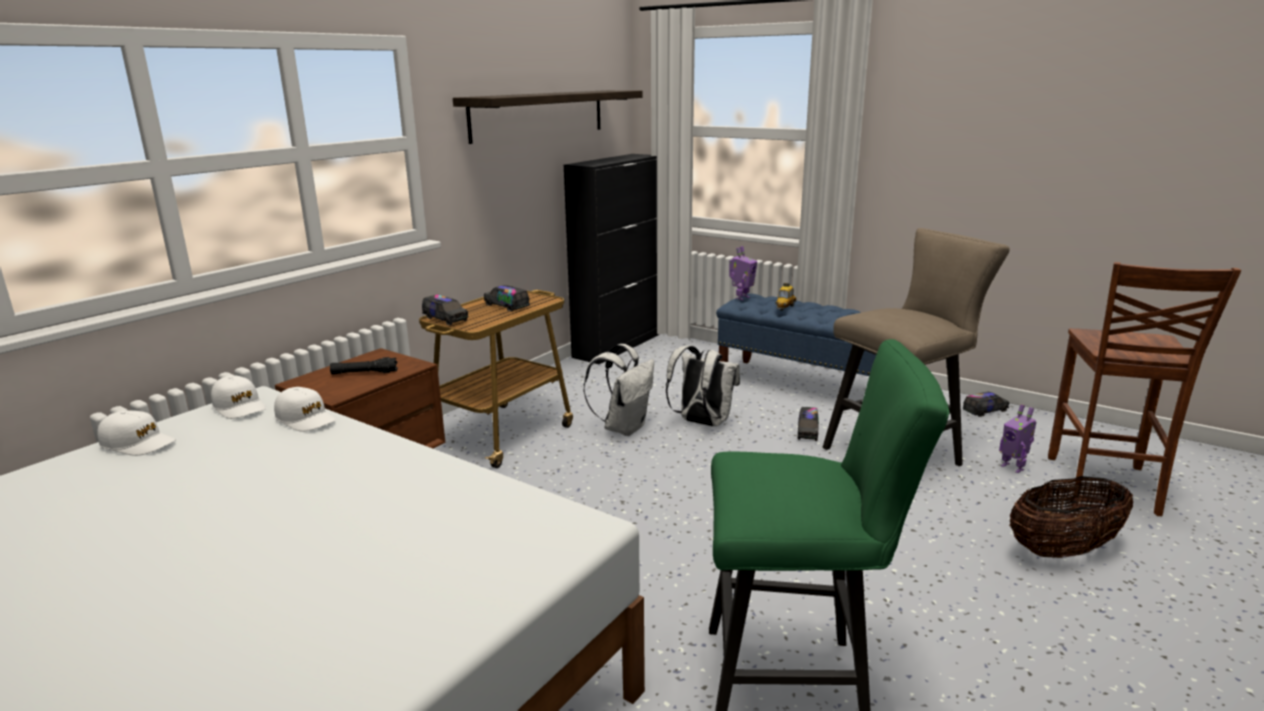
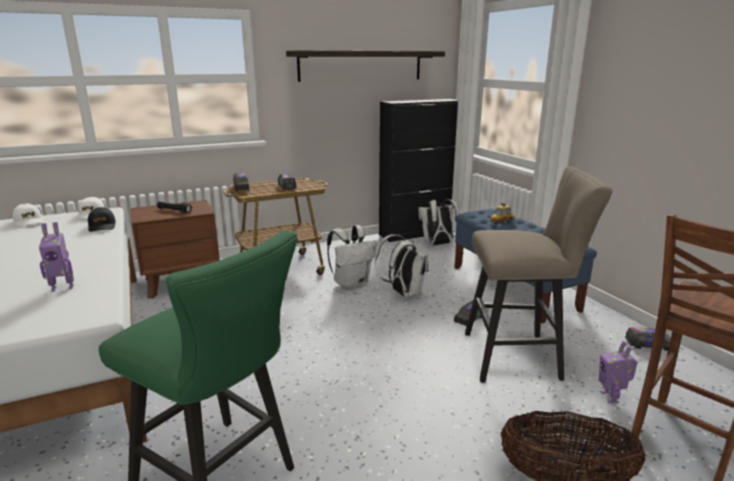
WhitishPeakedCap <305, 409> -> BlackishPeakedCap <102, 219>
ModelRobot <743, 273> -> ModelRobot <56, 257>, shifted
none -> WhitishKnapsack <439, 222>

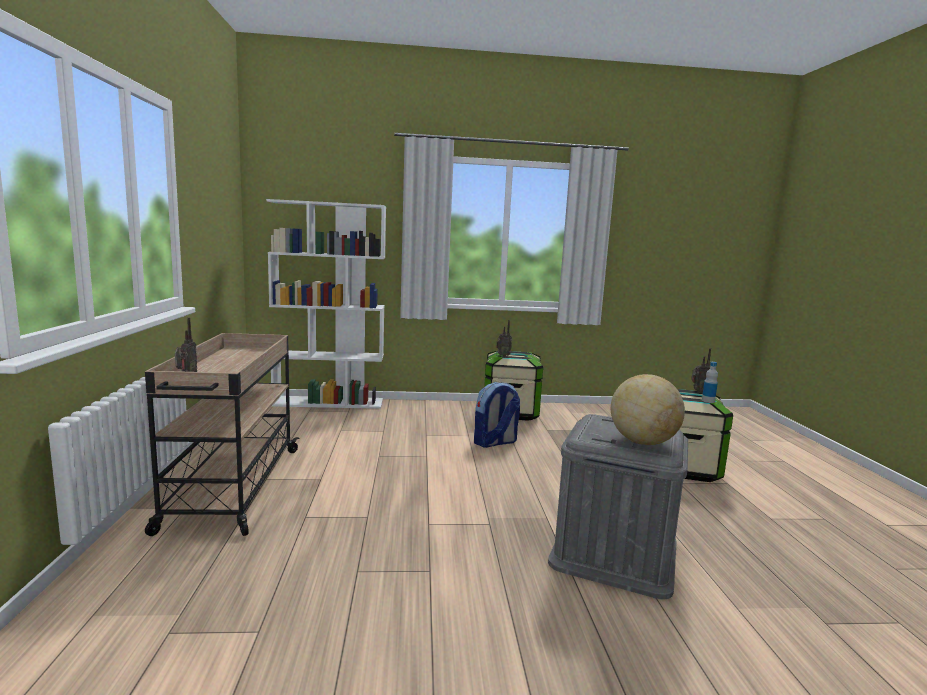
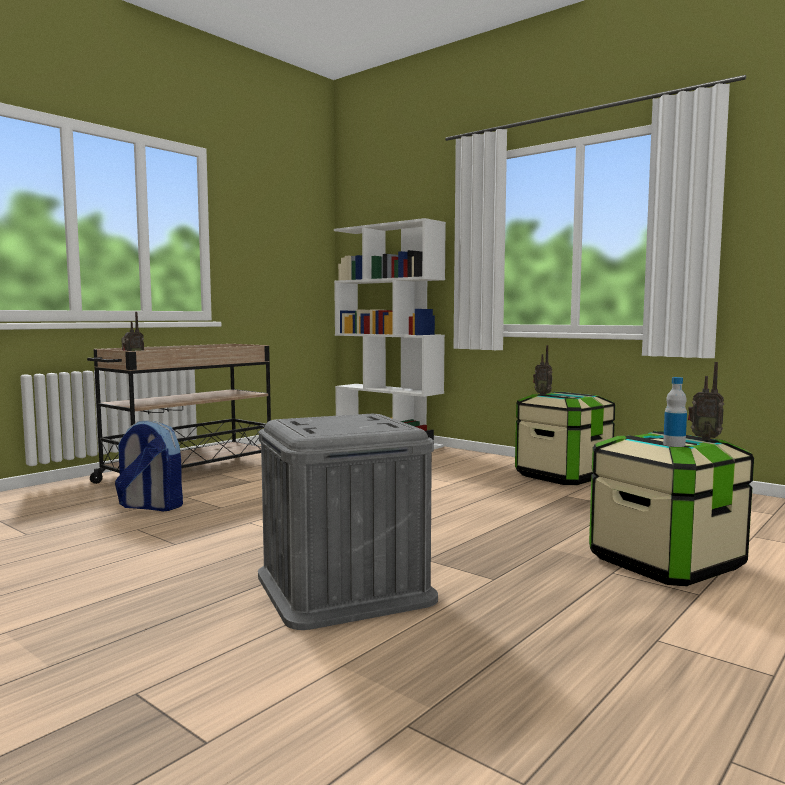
Knapsack <497, 415> -> Knapsack <149, 466>, shifted
WorldGlobe <648, 409> -> none

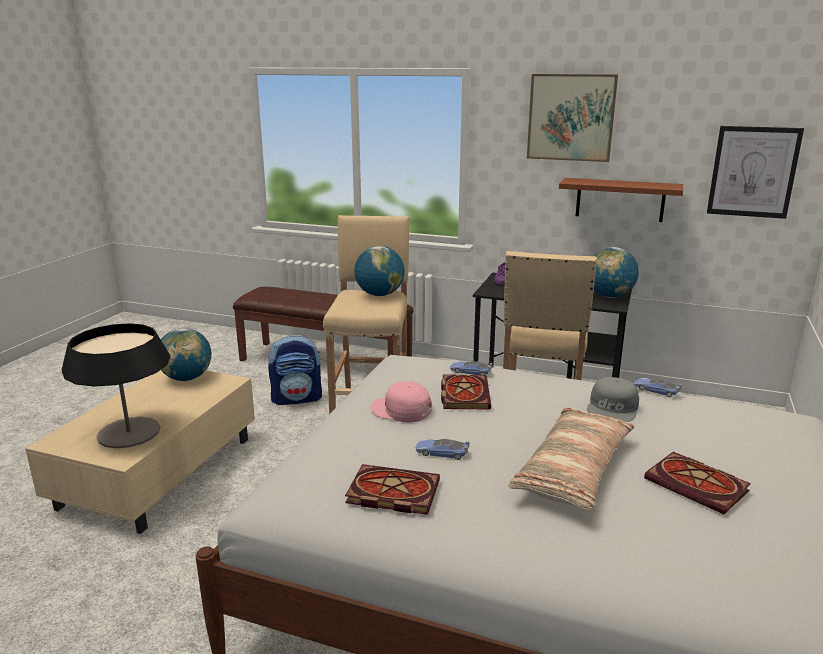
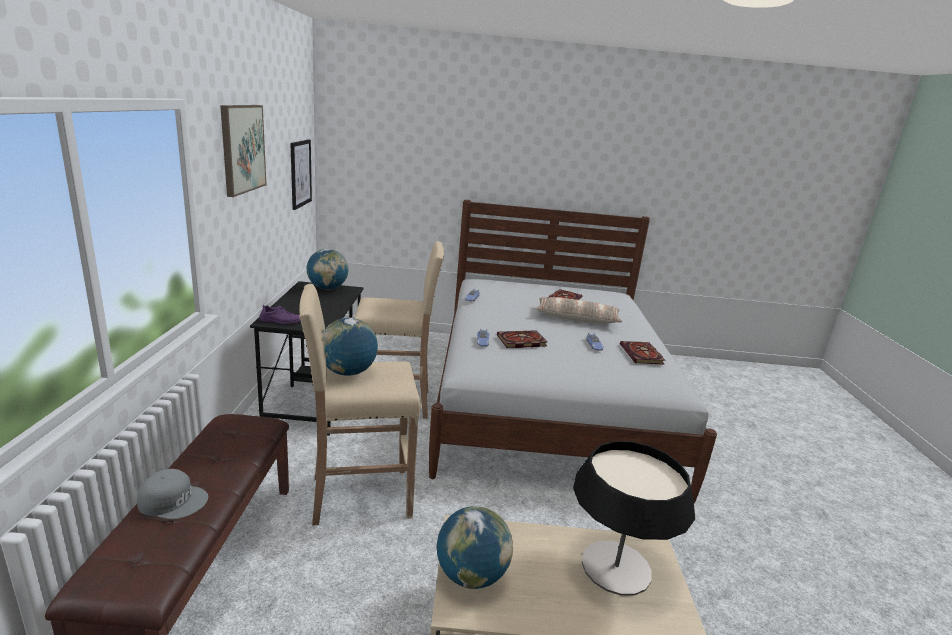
Knapsack <295, 370> -> none
PinkPeakedCap <401, 401> -> none
BrownBracketShelf <621, 200> -> none
GreyPeakedCap <613, 399> -> GreyPeakedCap <172, 494>, shifted

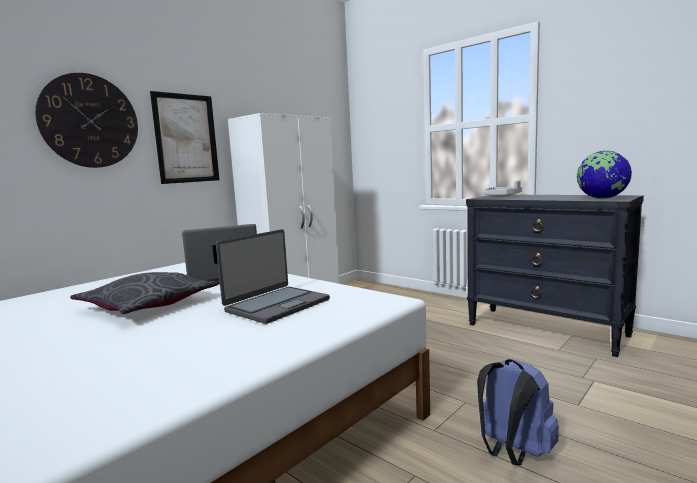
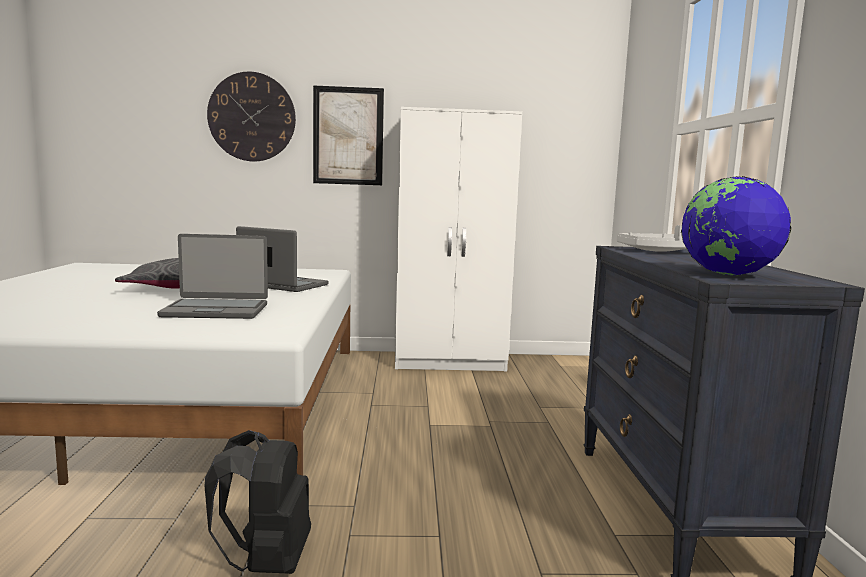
BlueColouredKnapsack <518, 412> -> BlackishKnapsack <258, 502>

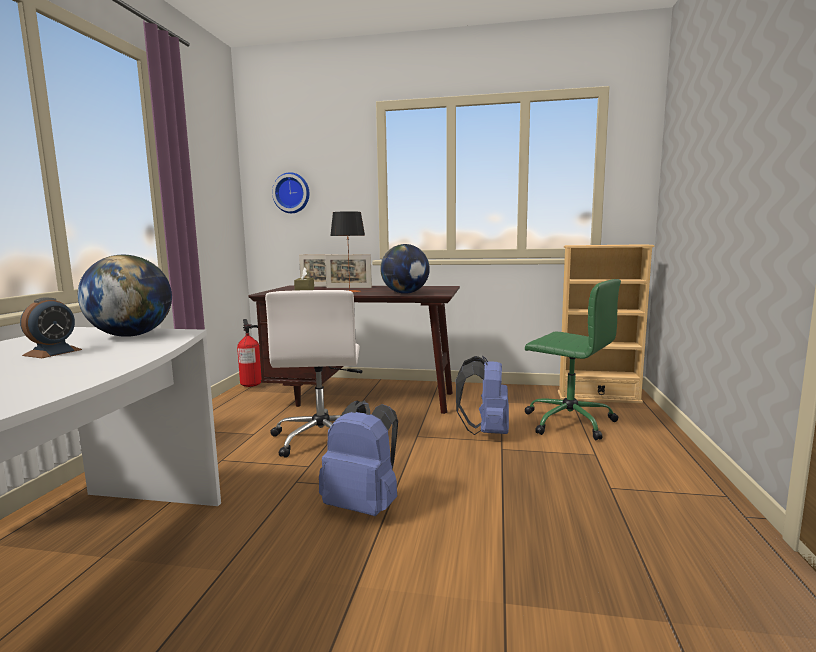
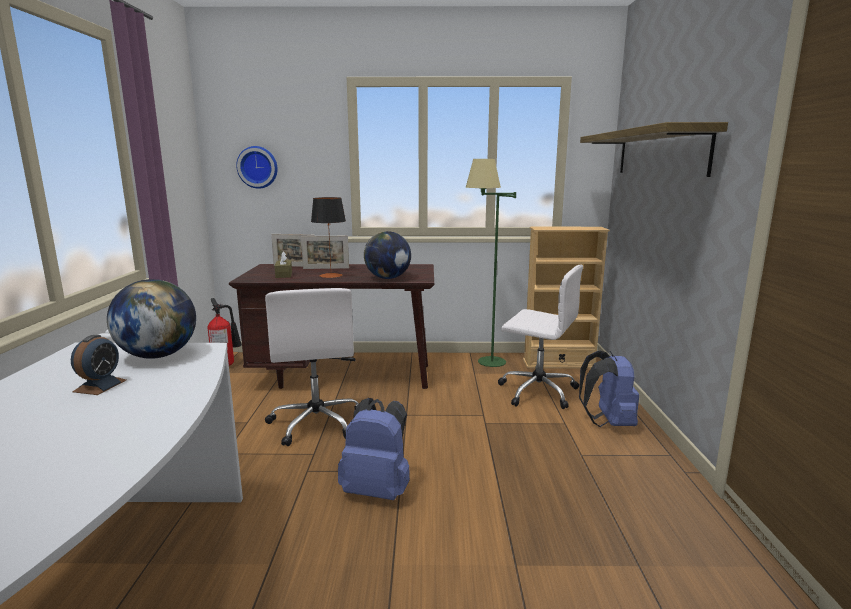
BlueColouredKnapsack <482, 395> -> BlueColouredKnapsack <609, 389>, shifted
GreenOfficeChair <573, 359> -> WhitishOfficeChair <540, 337>
none -> GreenStandingLamp <491, 263>
none -> BracketShelf <654, 149>

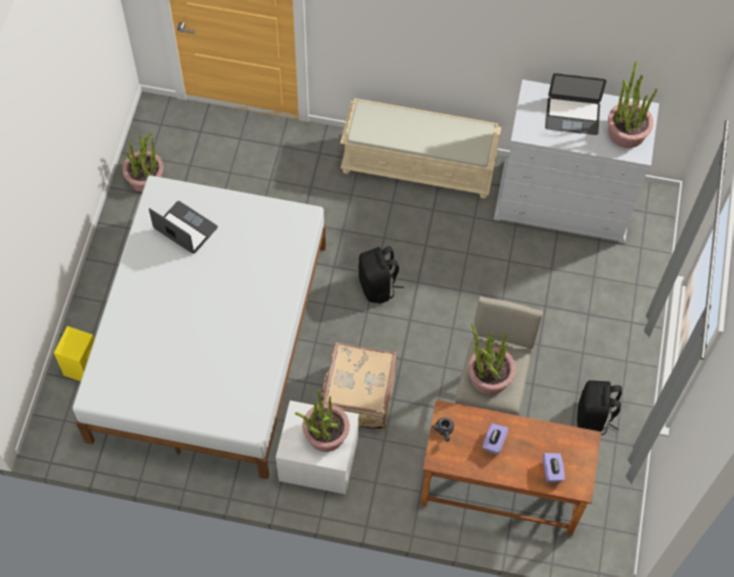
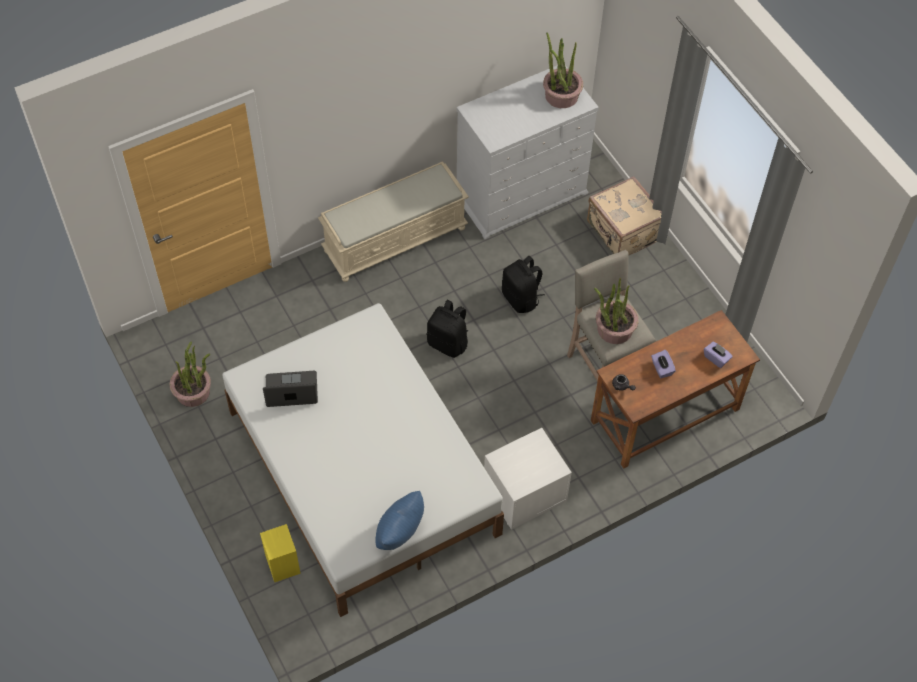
PlantInAPot <322, 421> -> none
SandColouredTravelCase <358, 386> -> SandColouredTravelCase <624, 216>, shifted
Laptop <576, 104> -> none
BlackishKnapsack <599, 407> -> BlackishKnapsack <523, 284>, shifted
none -> BlueColouredCushion <399, 520>

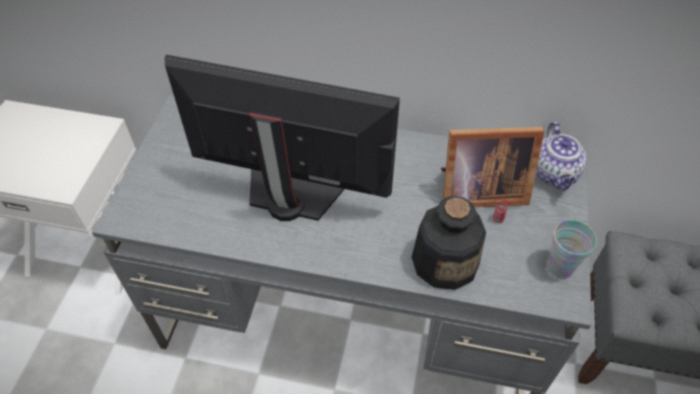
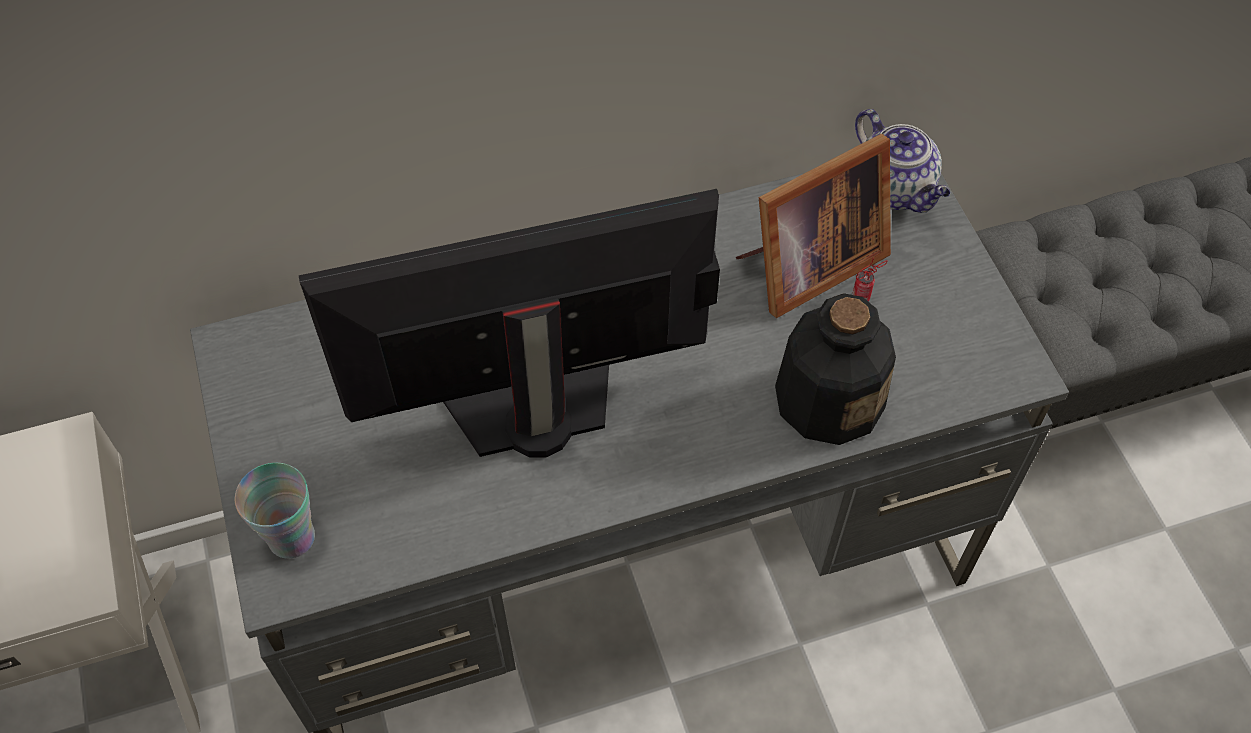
Cup <571, 249> -> Cup <275, 511>, shifted

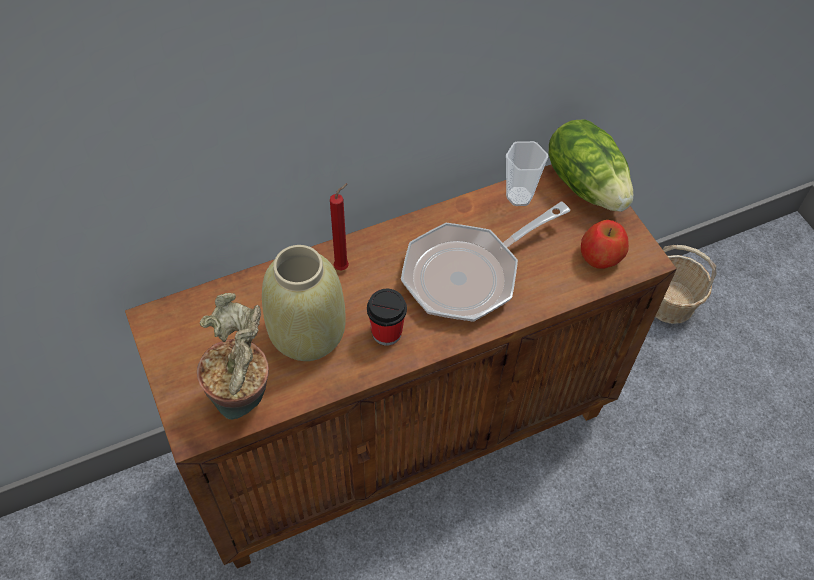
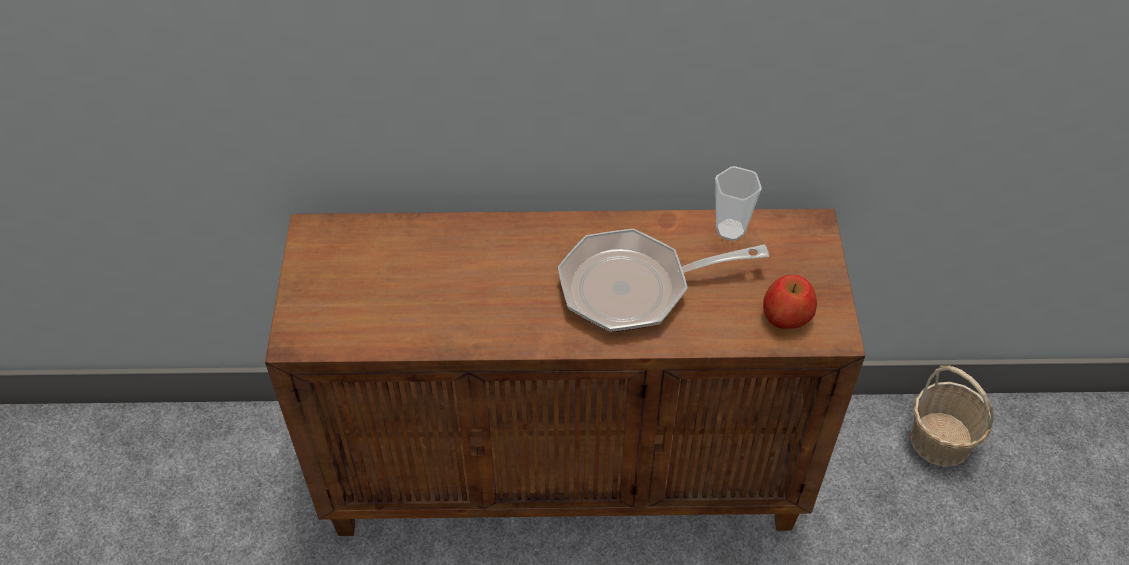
PlantInAPot <233, 356> -> none
SandColouredFlowerVase <303, 303> -> none
RedCandle <339, 226> -> none
Cup <387, 317> -> none
HeadOfLettuce <591, 166> -> none

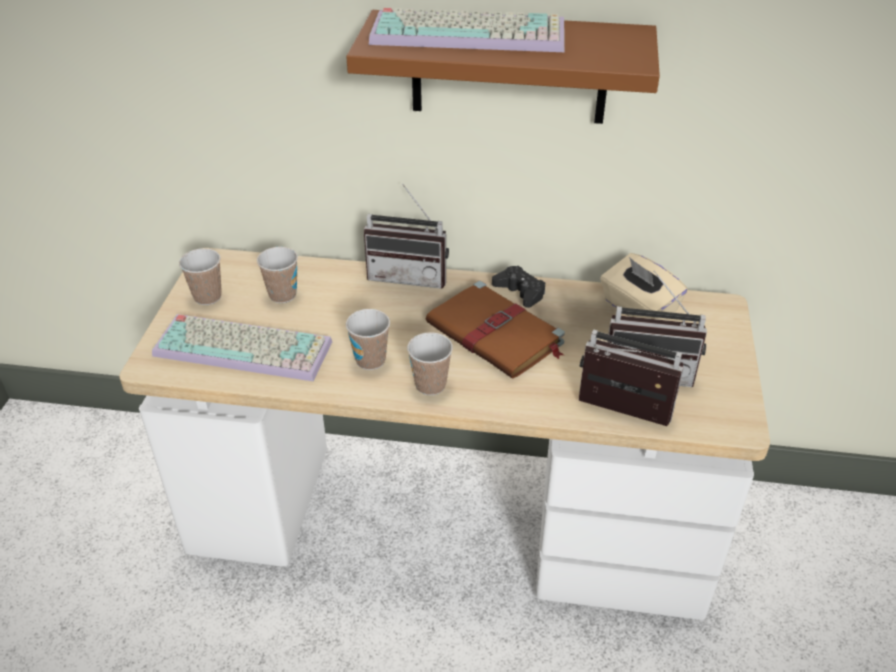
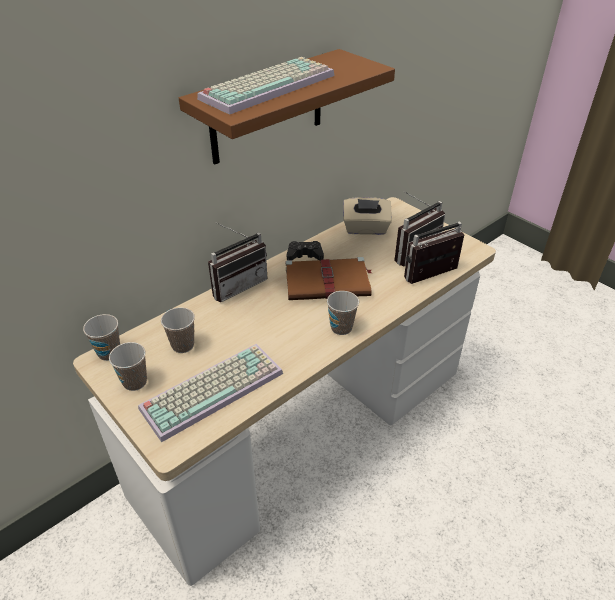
Cup <368, 339> -> Cup <101, 337>, shifted

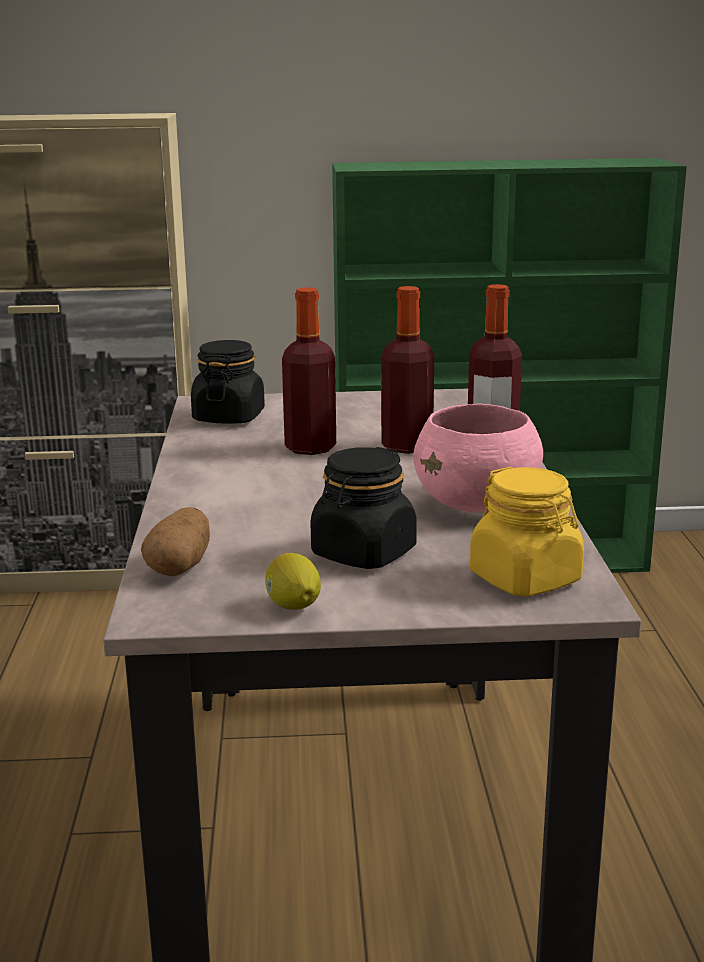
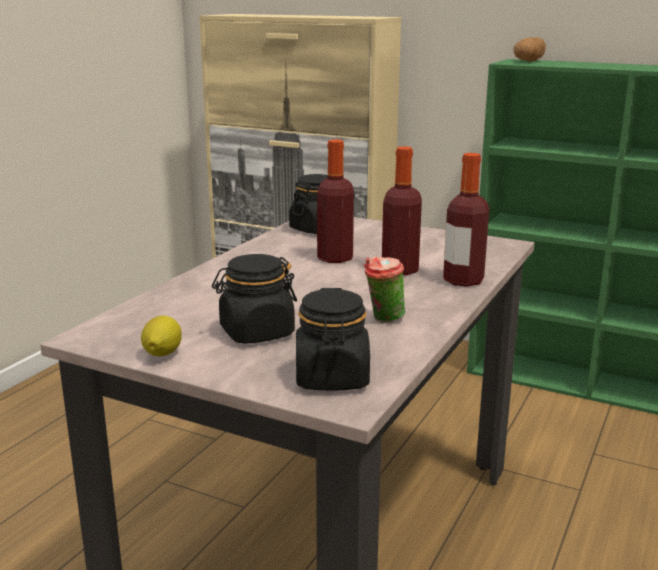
WholePotato <175, 541> -> WholePotato <529, 49>, shifted
PinkDeepDish <478, 458> -> Cup <384, 289>
YellowStorageJar <527, 532> -> BlackishStorageJar <333, 339>

